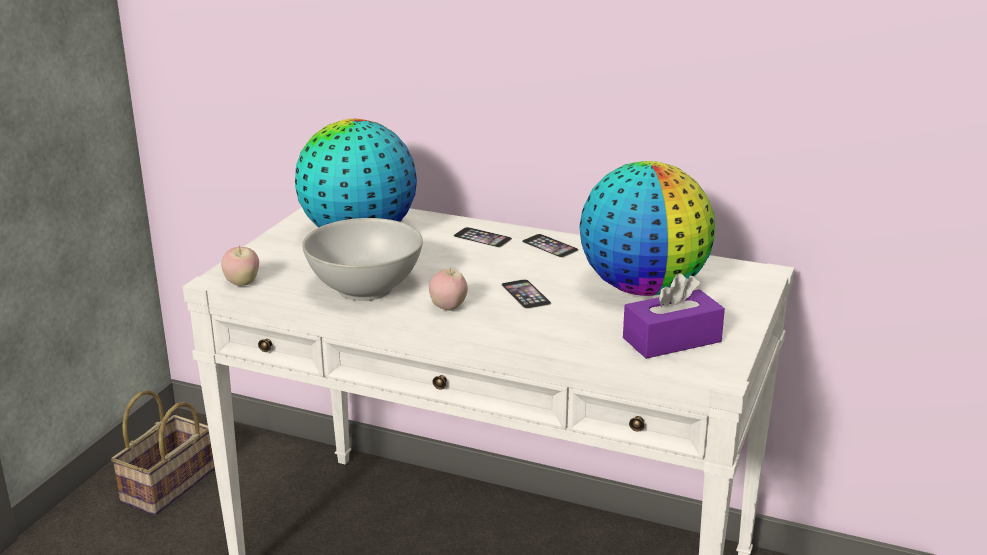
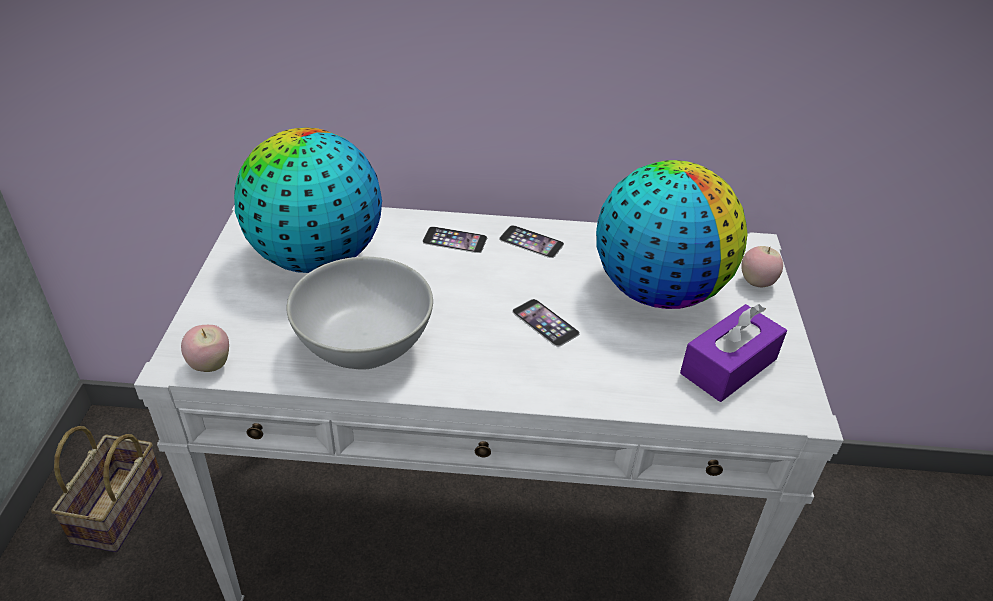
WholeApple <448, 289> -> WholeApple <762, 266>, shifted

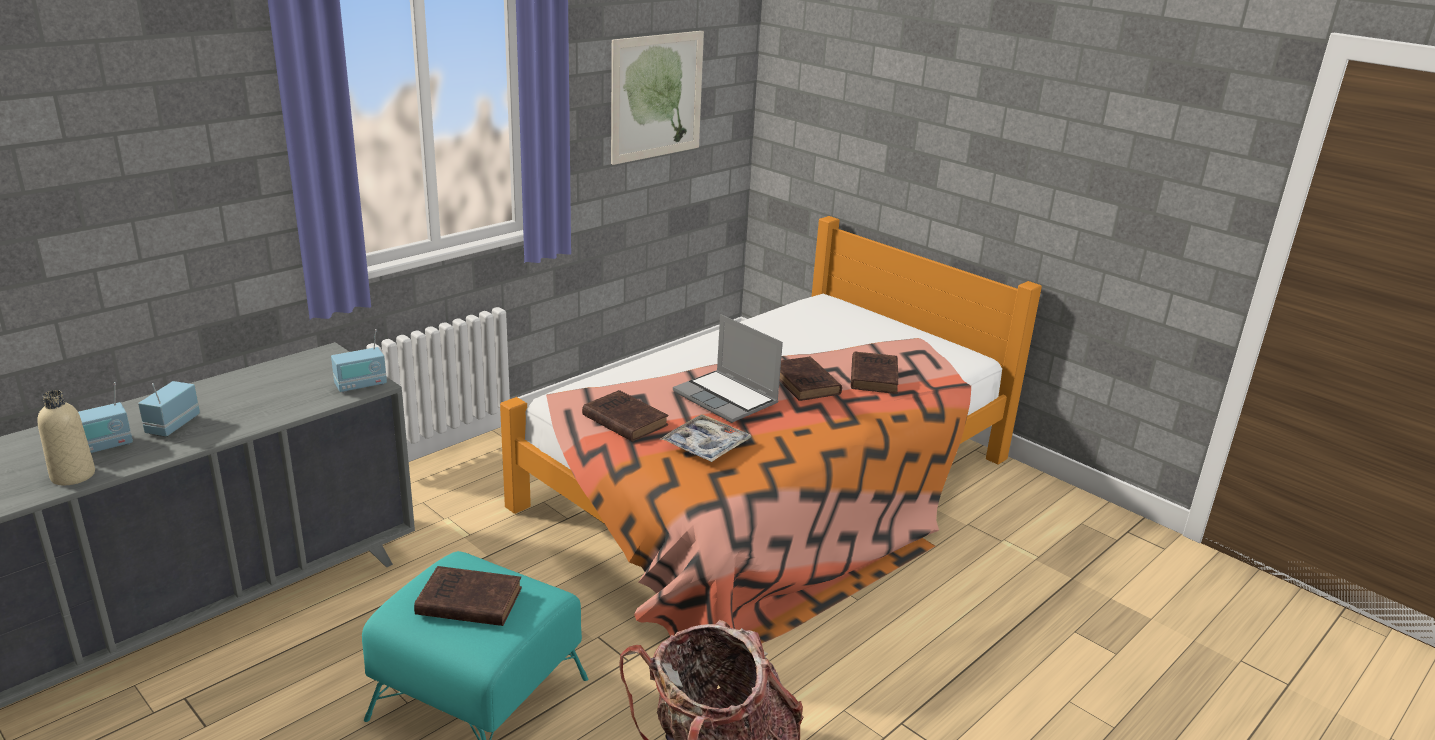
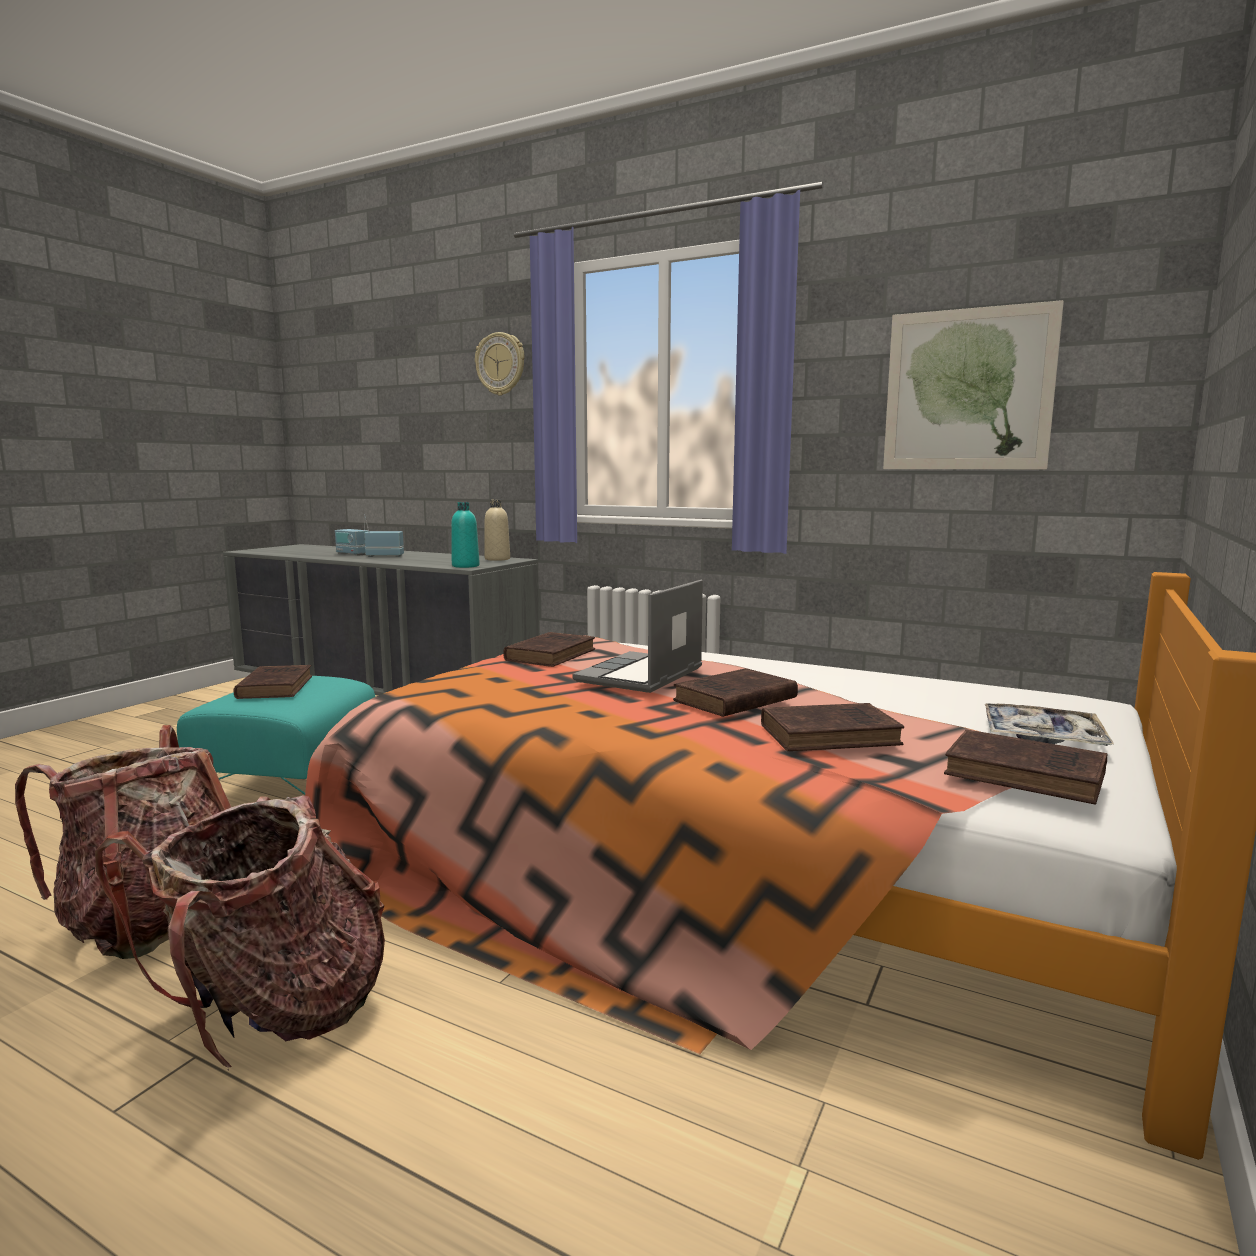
SandColouredDrinkBottle <66, 437> -> SandColouredDrinkBottle <497, 530>, shifted
Radio <359, 361> -> TurquoiseColouredDrinkBottle <465, 535>
Tray <705, 438> -> Tray <1049, 724>, shifted
none -> Knapsack <240, 932>
none -> WallClock <500, 364>
none -> BrownBoundBook <1026, 767>

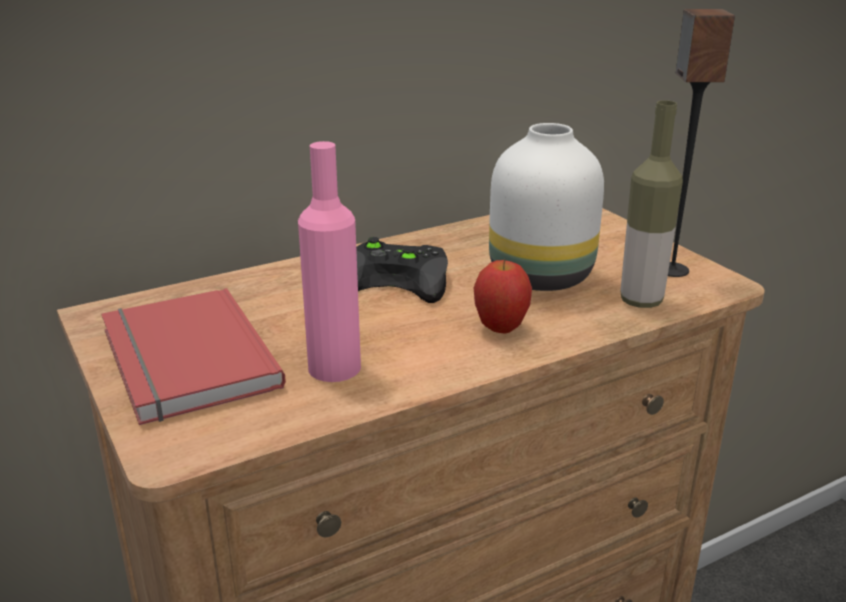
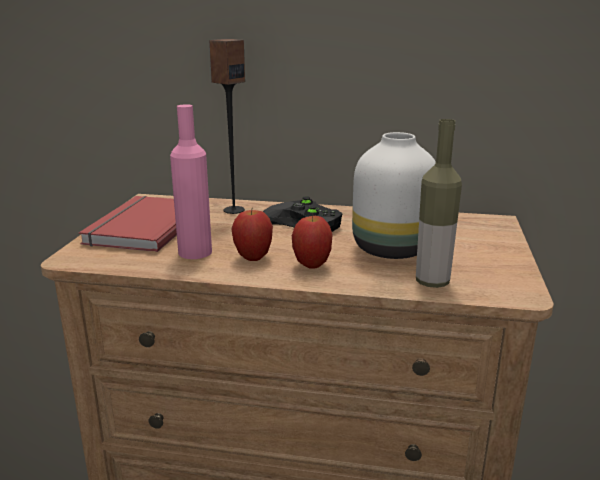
AudioSpeaker <701, 143> -> AudioSpeaker <227, 126>, shifted
none -> WholeApple <252, 235>

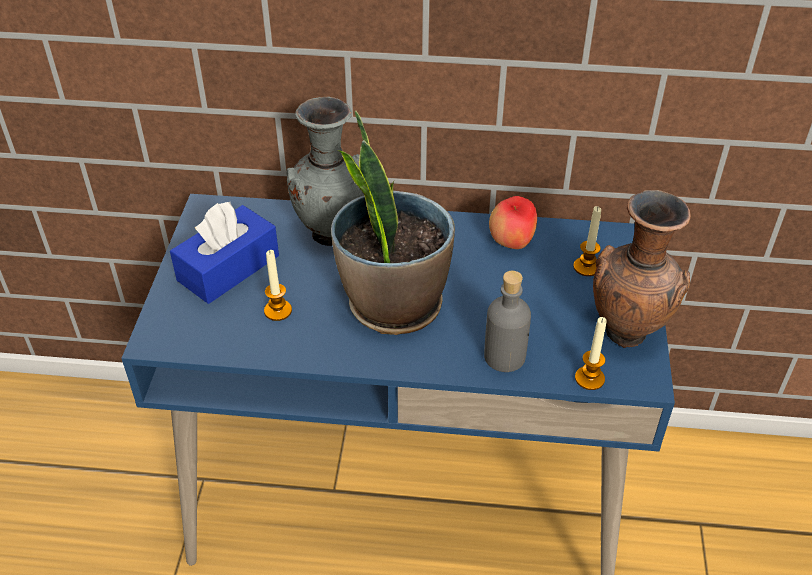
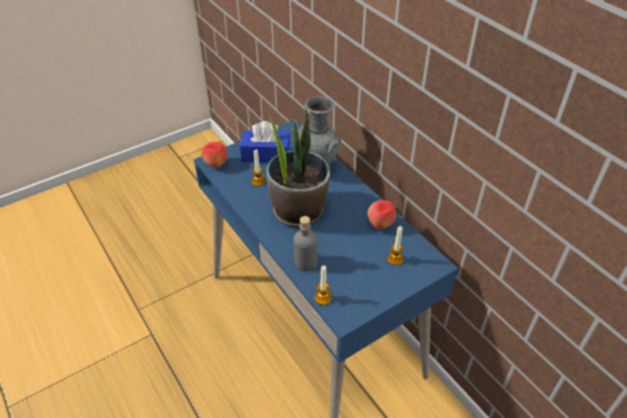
BrownFlowerVase <642, 269> -> none
none -> WholeApple <214, 154>

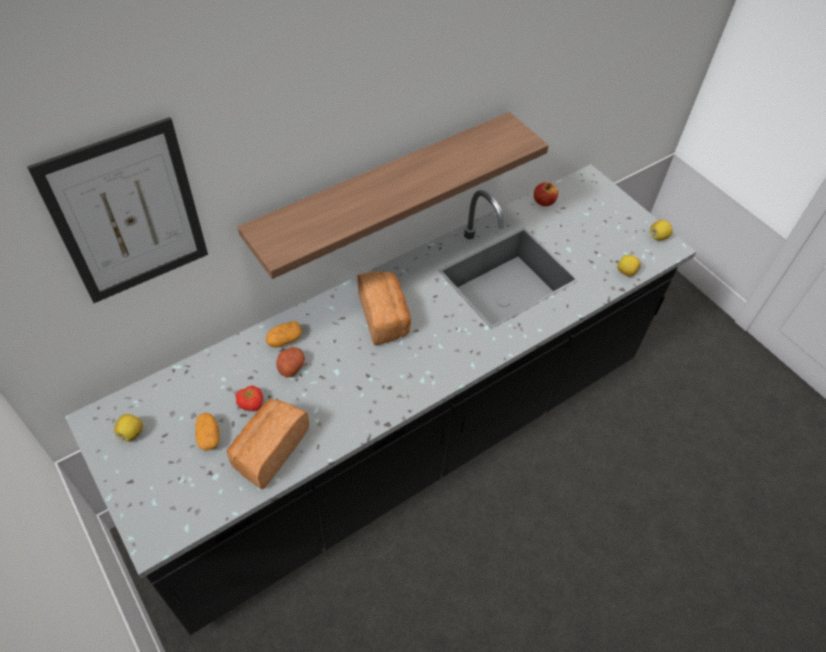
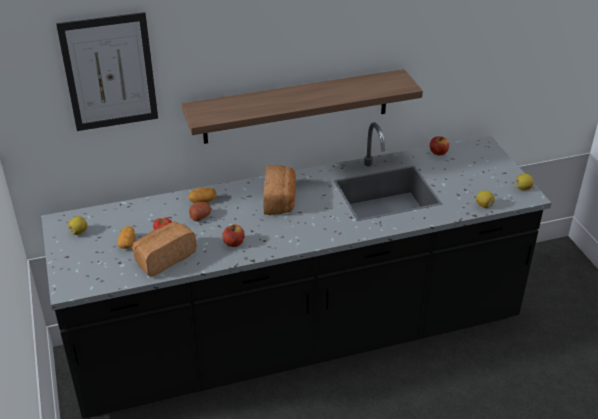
none -> WholeApple <233, 235>

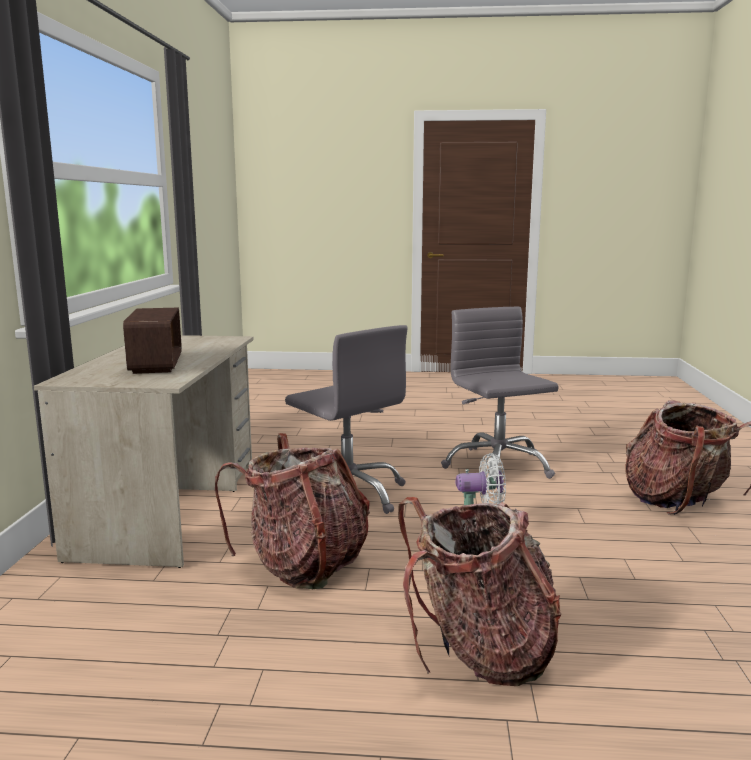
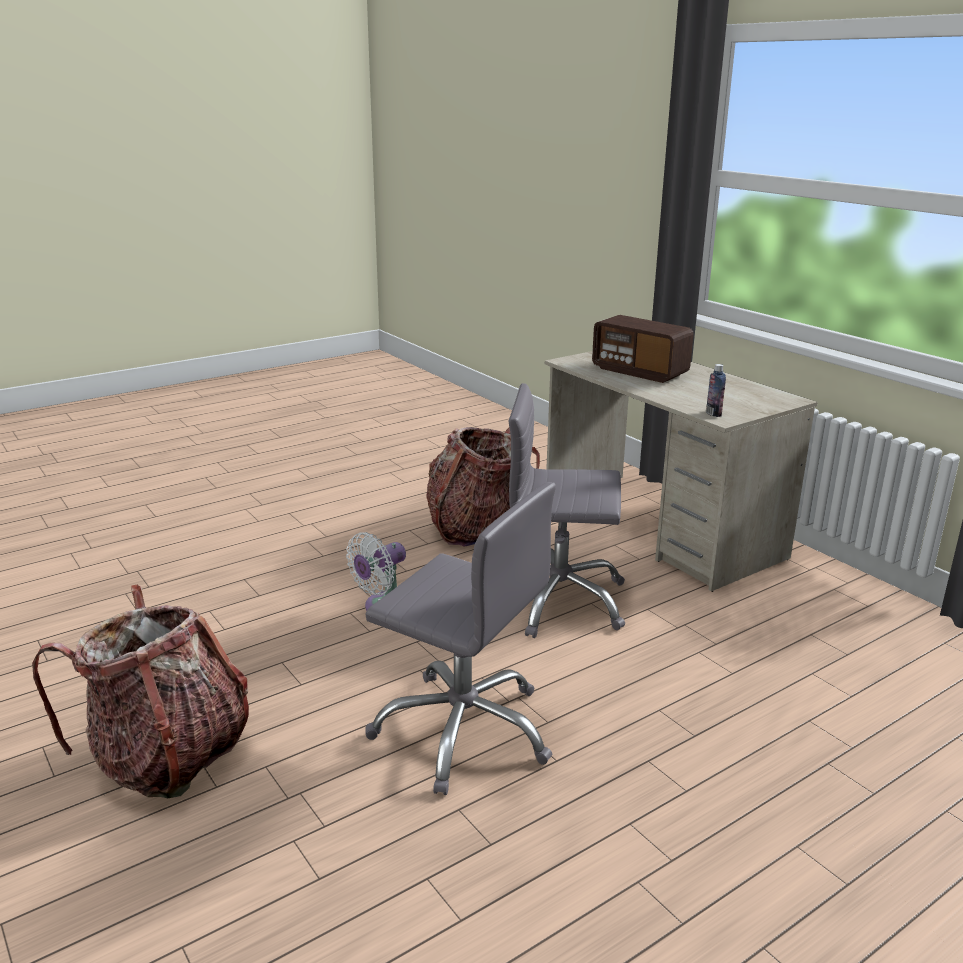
Knapsack <479, 591> -> none
none -> DrinkBottle <716, 390>

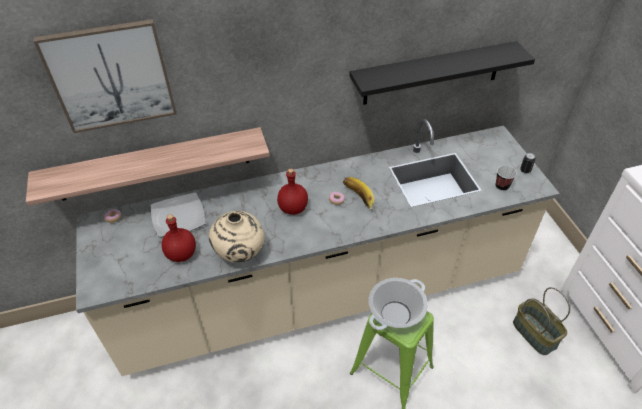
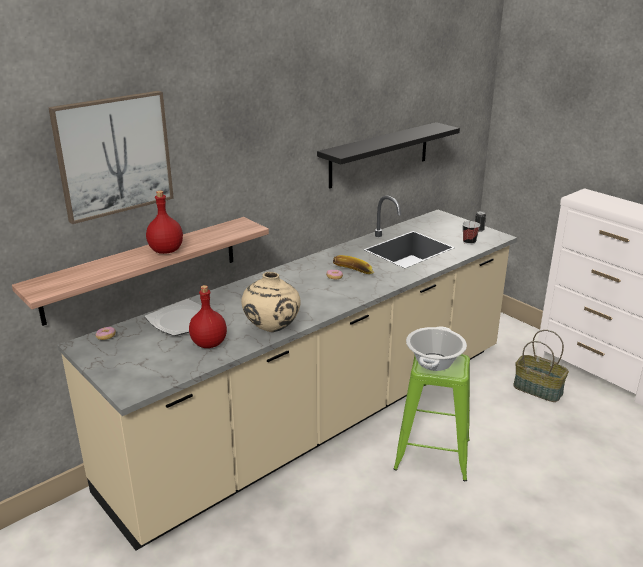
RedDrinkBottle <292, 192> -> RedDrinkBottle <164, 222>, shifted

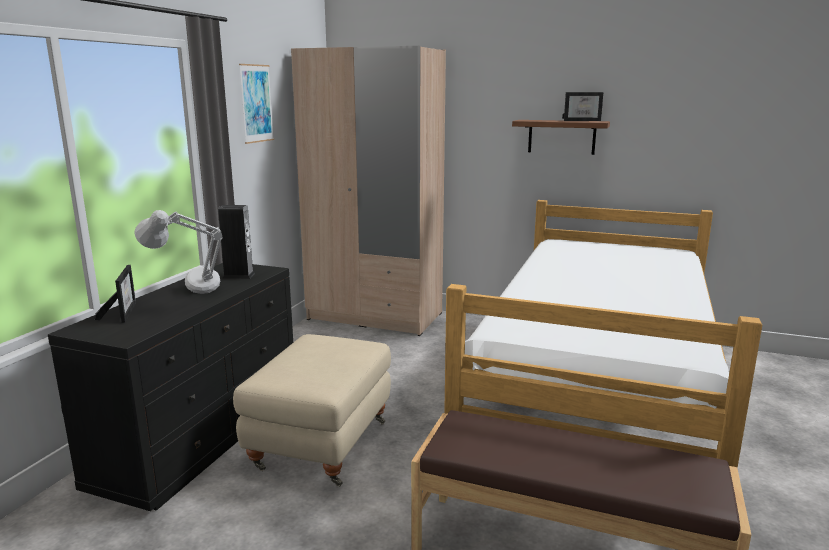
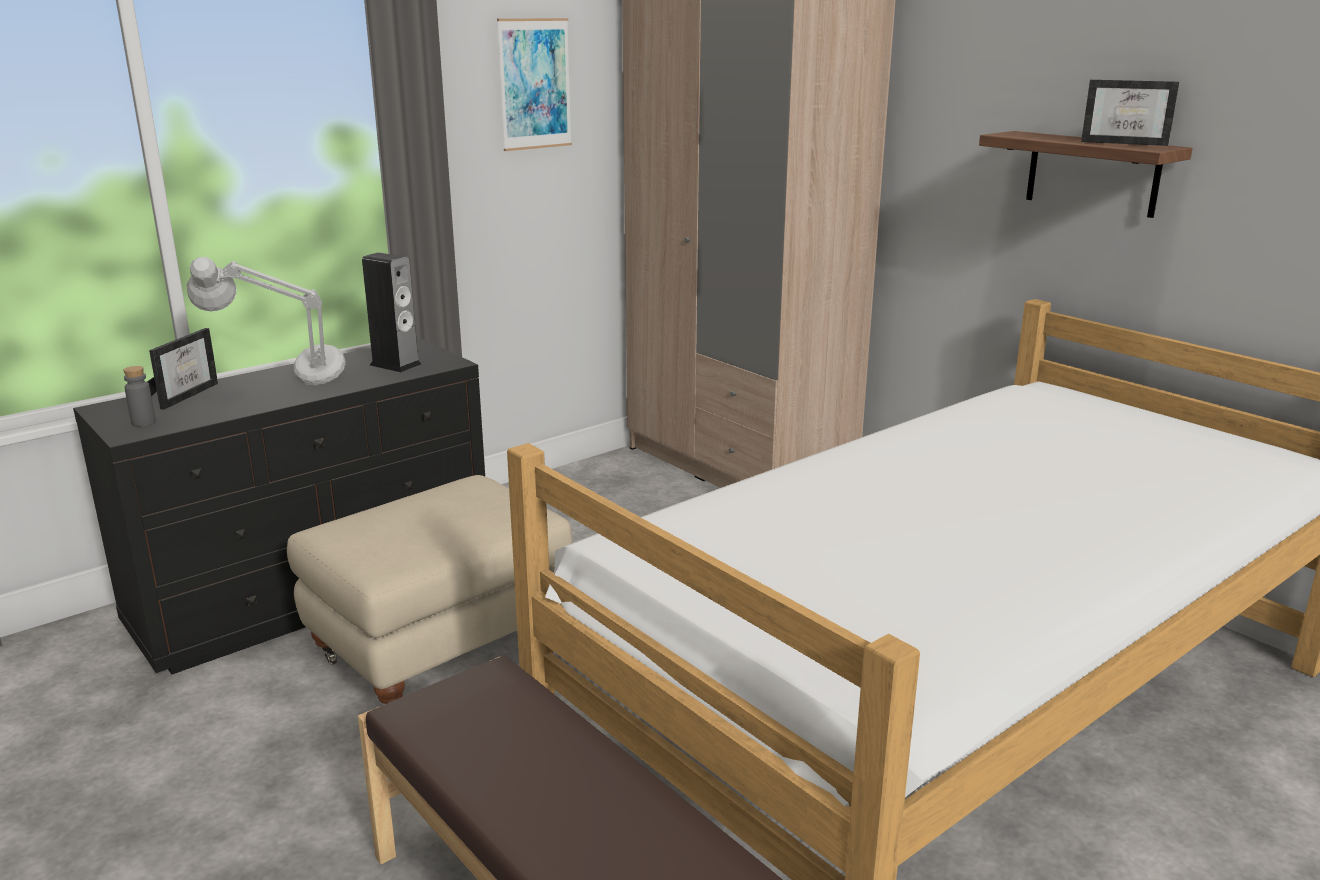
none -> GreyDrinkBottle <139, 396>

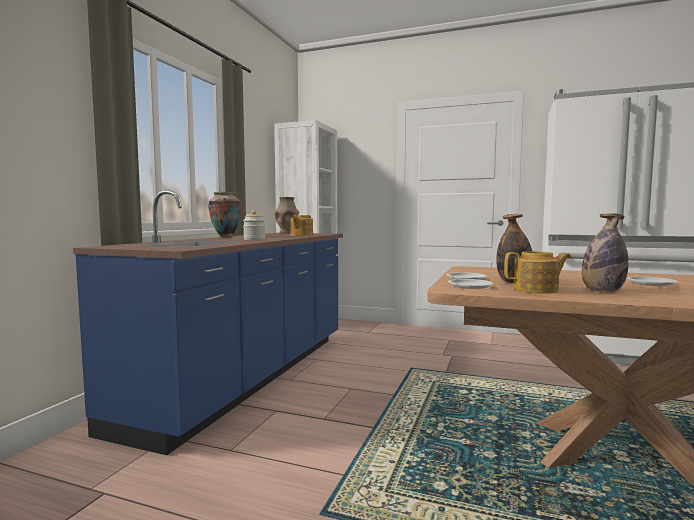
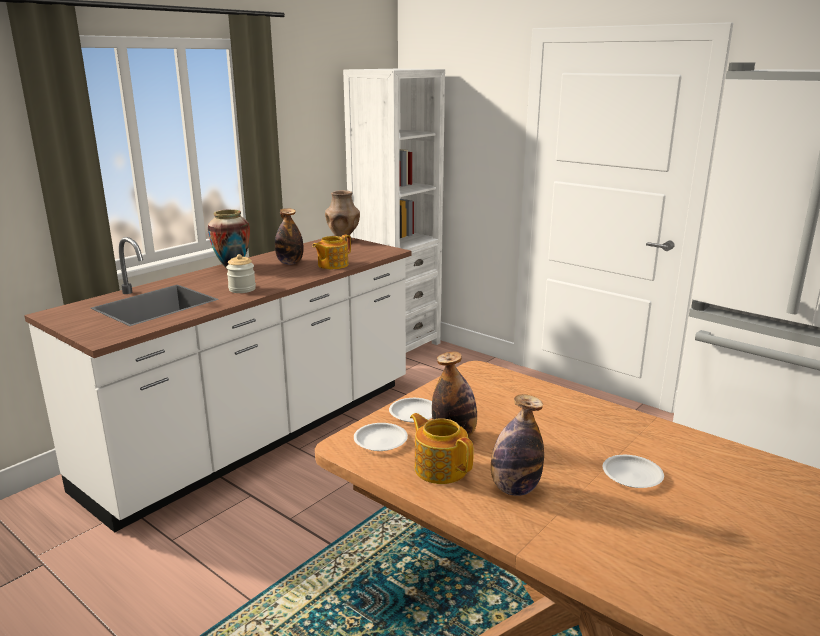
BlueColouredKitchenBaseUnit <208, 322> -> WhitishKitchenBaseUnit <218, 384>
TeaPot <537, 272> -> TeaPot <442, 448>, 150 degrees counterclockwise
none -> DrinkBottle <289, 236>

